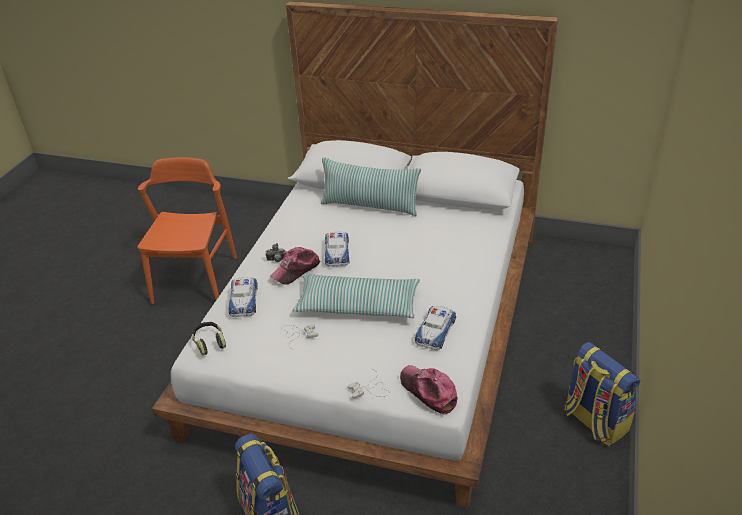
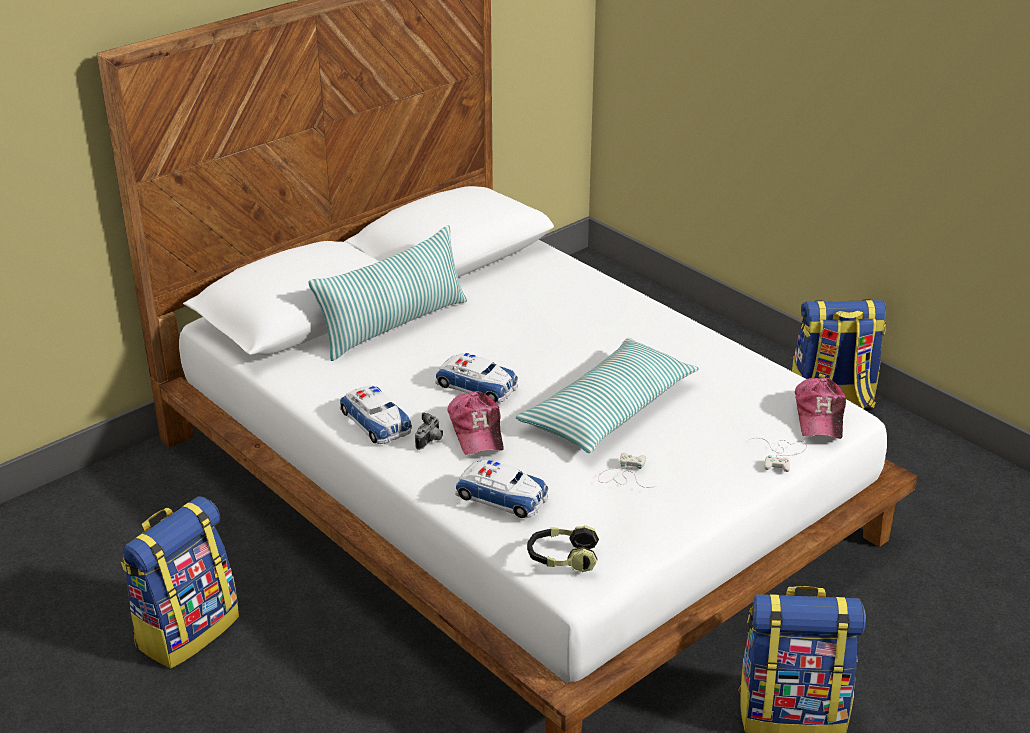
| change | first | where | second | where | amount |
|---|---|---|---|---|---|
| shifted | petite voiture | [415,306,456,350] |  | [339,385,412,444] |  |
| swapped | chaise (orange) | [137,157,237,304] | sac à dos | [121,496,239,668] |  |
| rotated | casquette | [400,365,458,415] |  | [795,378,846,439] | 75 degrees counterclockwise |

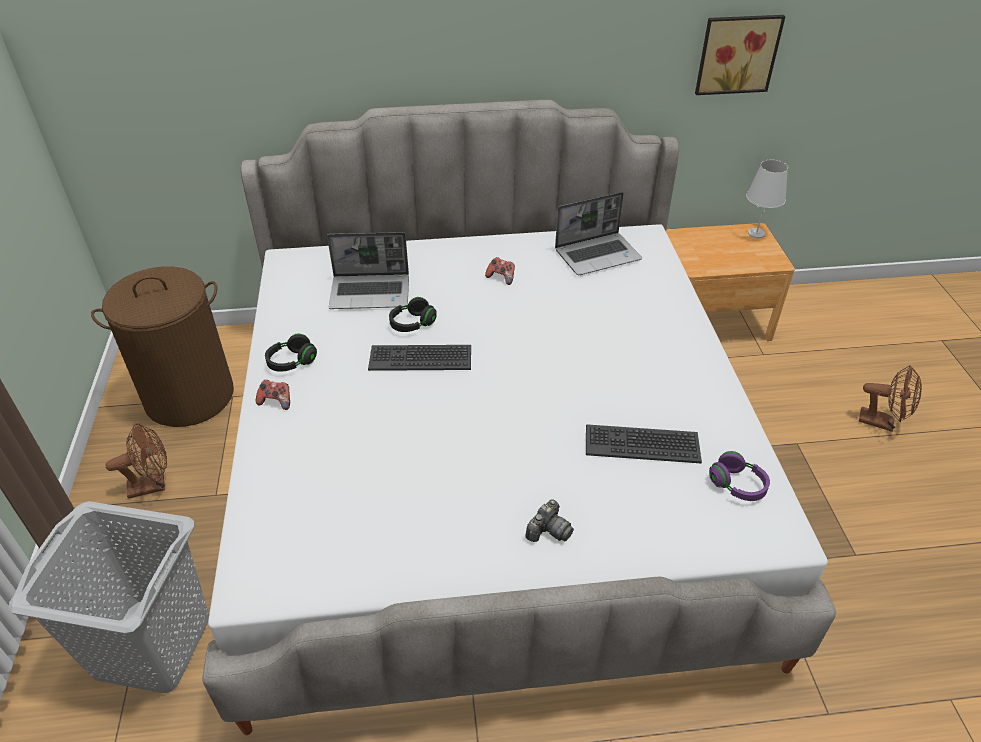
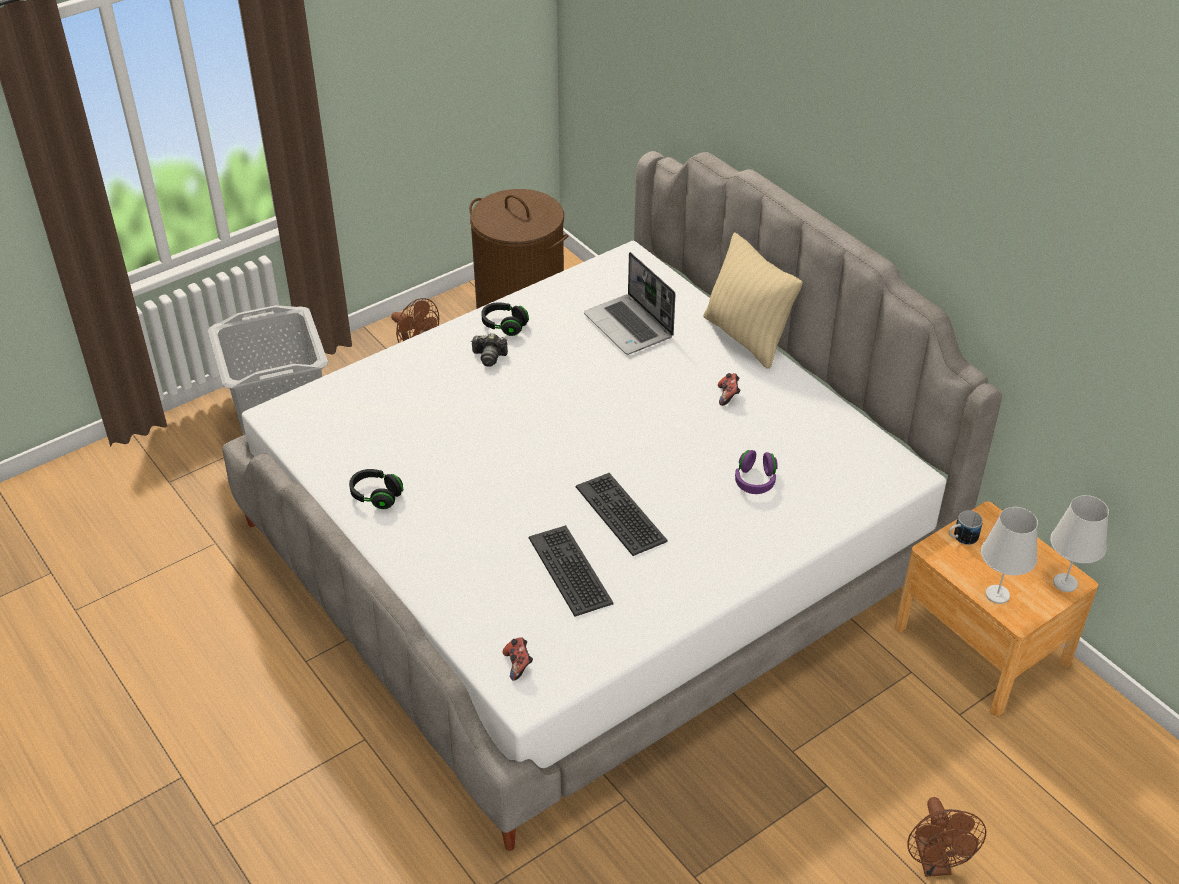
| change | first | where | second | where | amount |
|---|---|---|---|---|---|
| gone | ordinateur portable | [555,192,642,275] |  |  |  |
| gone | tableau | [695,15,785,95] |  |  |  |
| new |  |  | coussin (beige) | [703,233,803,369] |  |
| new |  |  | mug | [949,510,983,545] |  |
| new |  |  | lampe de table (blanc) | [981,507,1038,604] |  |
| shifted | manette | [256,380,290,410] |  | [503,637,533,681] |  |
| shifted | clavier | [368,345,471,371] |  | [575,473,668,556] |  |
| shifted | casque audio (noir) | [389,297,437,332] |  | [349,469,403,509] |  |
| shifted | appareil photo | [525,499,574,542] |  | [471,333,508,367] |  |
| shifted | casque audio (violet) | [709,451,770,501] |  | [735,450,778,494] |  |

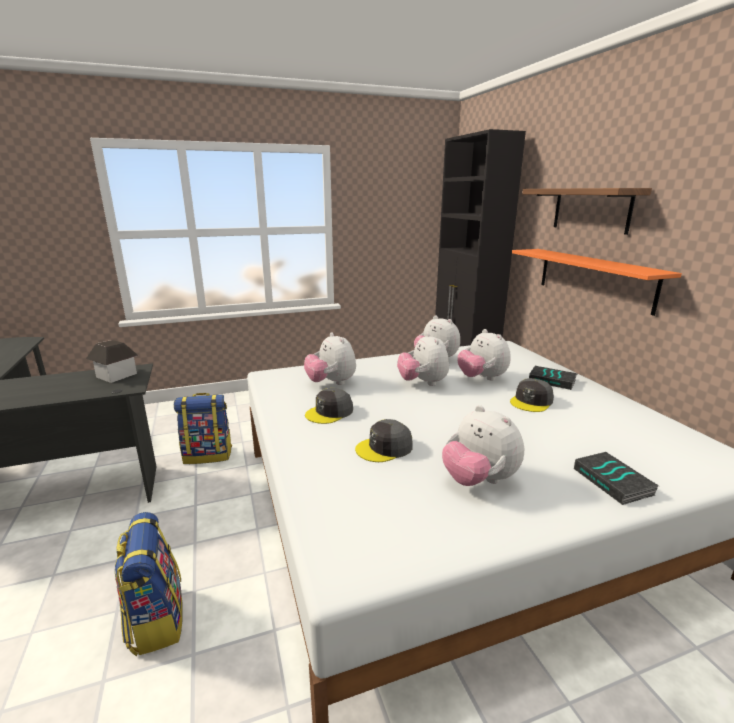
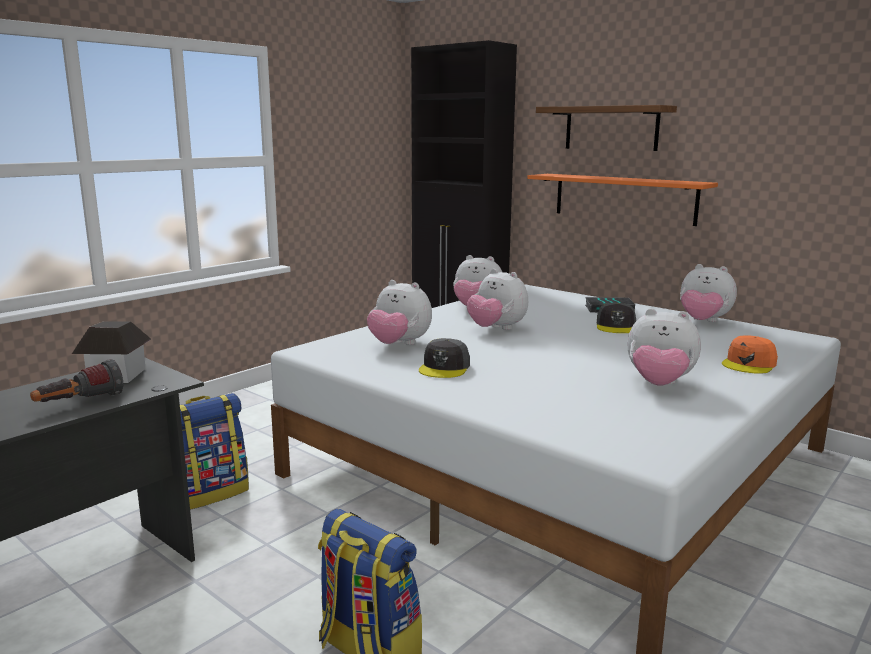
| change | first | where | second | where | amount |
|---|---|---|---|---|---|
| gone | casquette (gris) | [355,419,413,462] |  |  |  |
| new |  |  | lampe de poche | [30,359,123,402] |  |
| shifted | peluche | [457,329,511,381] |  | [680,264,737,322] |  |
| swapped | livre | [574,452,659,505] | casquette (orange) | [722,335,778,374] |  |

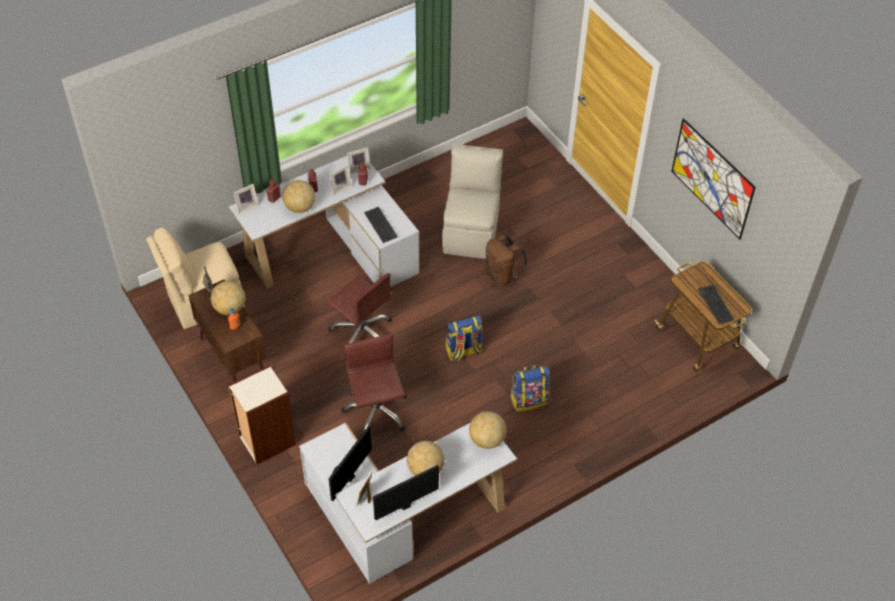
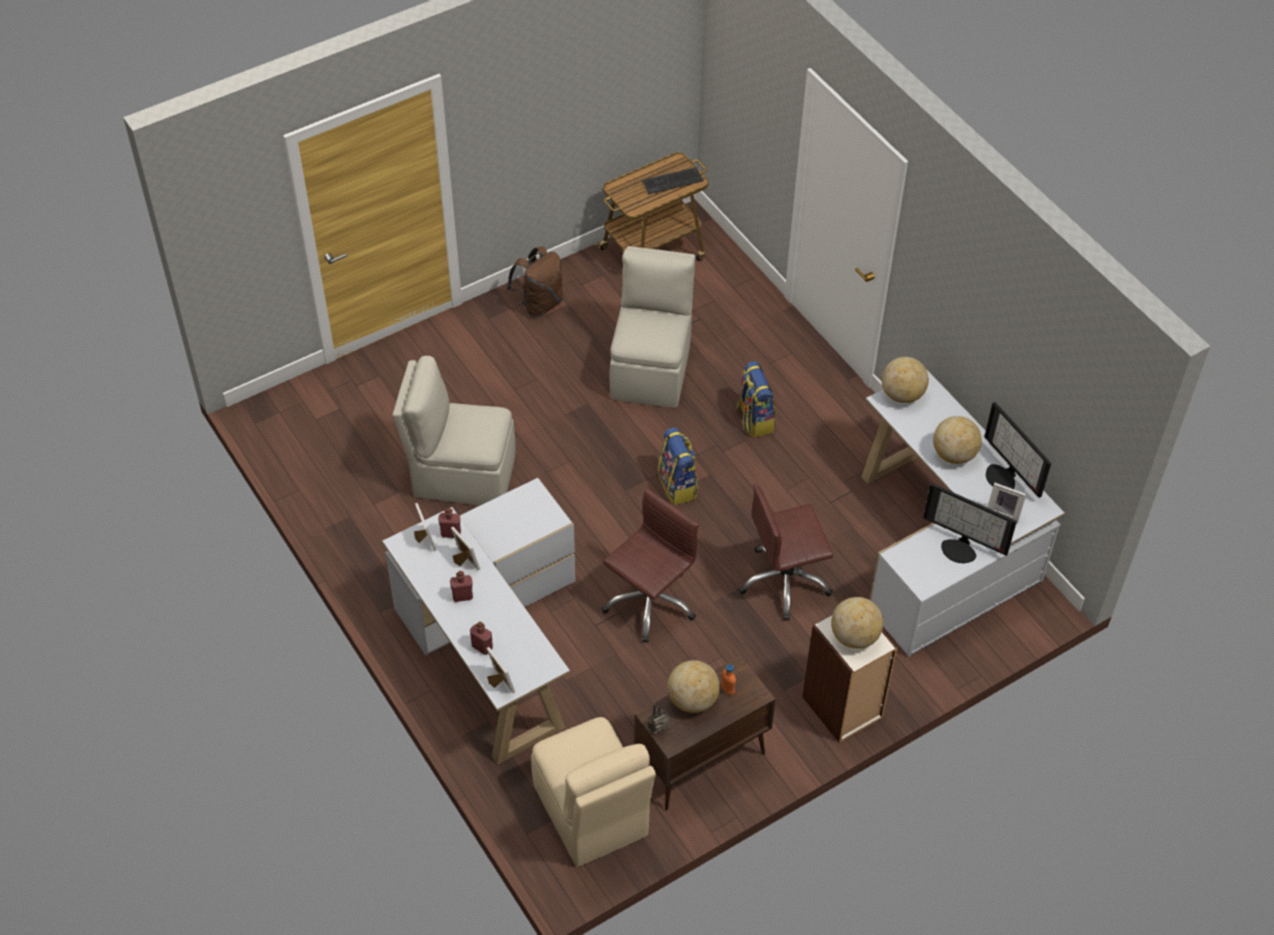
| change | first | where | second | where | amount |
|---|---|---|---|---|---|
| gone | clavier | [364,207,398,243] |  |  |  |
| gone | tableau | [671,118,756,240] |  |  |  |
| new |  |  | chaise (beige) | [610,246,695,408] |  |
| shifted | globe | [282,180,315,213] |  | [831,597,883,649] |  |
| shifted | sac à dos (marron) | [485,234,528,287] |  | [506,246,563,318] |  |

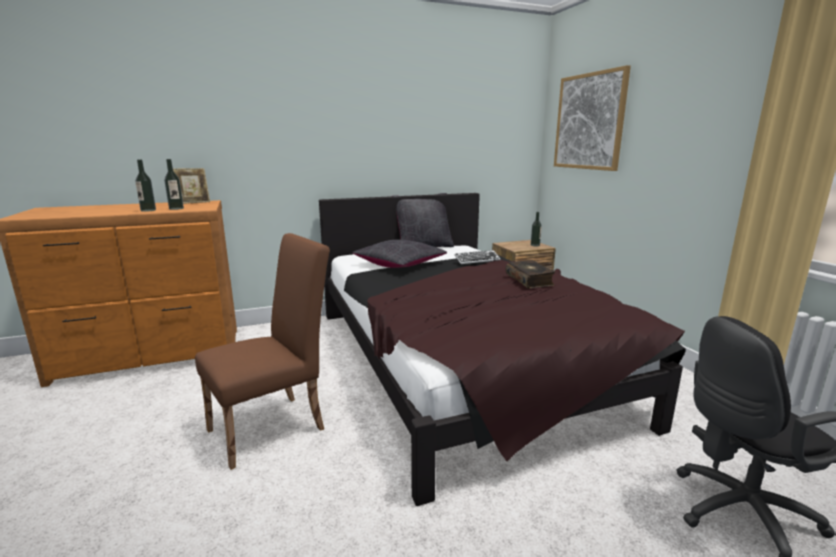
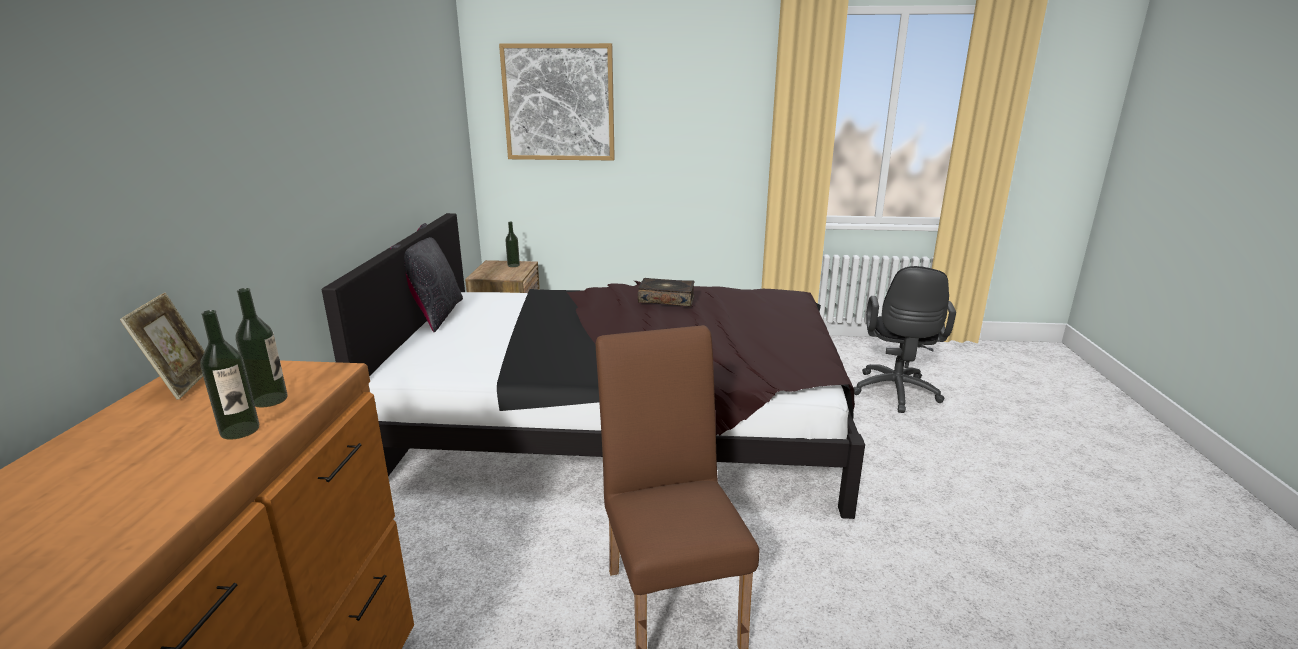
| change | first | where | second | where | amount |
|---|---|---|---|---|---|
| gone | coussin (noir) | [352,240,447,268] |  |  |  |
| gone | clavier | [454,250,501,264] |  |  |  |

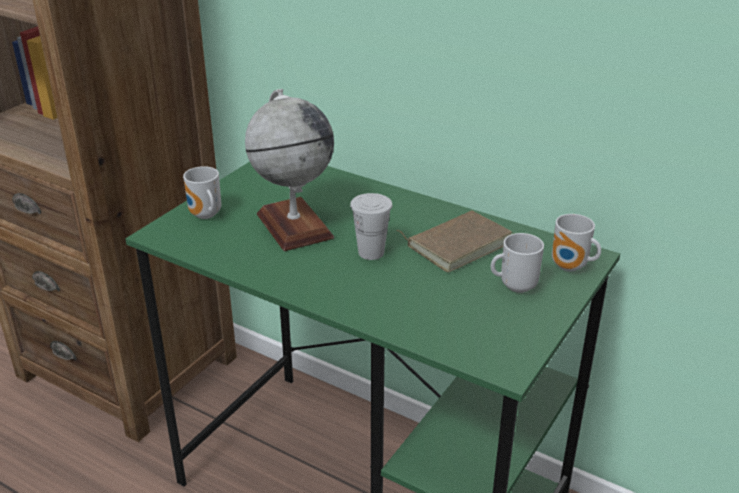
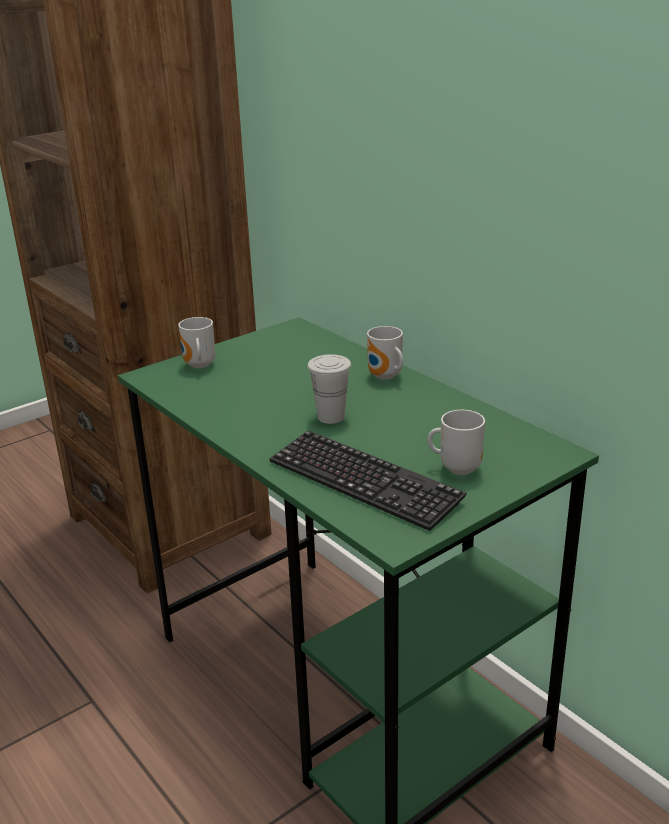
| change | first | where | second | where | amount |
|---|---|---|---|---|---|
| gone | globe | [245,89,334,251] |  |  |  |
| gone | livre (marron) | [396,210,512,272] |  |  |  |
| new |  |  | clavier | [269,430,467,531] |  |
| shifted | mug | [552,214,601,271] |  | [367,326,403,380] |  |

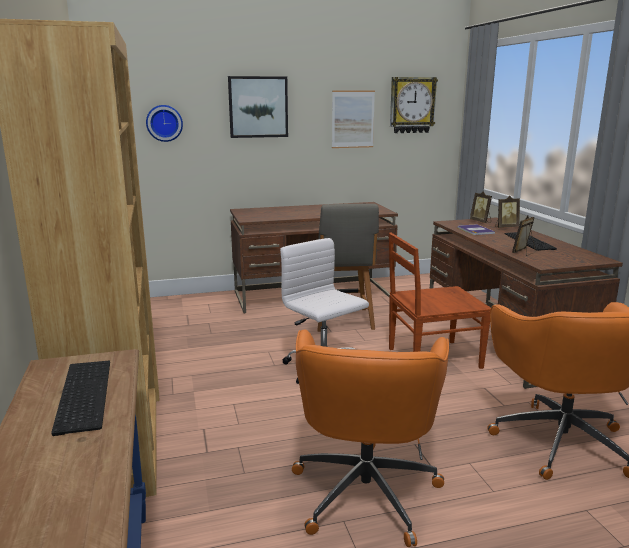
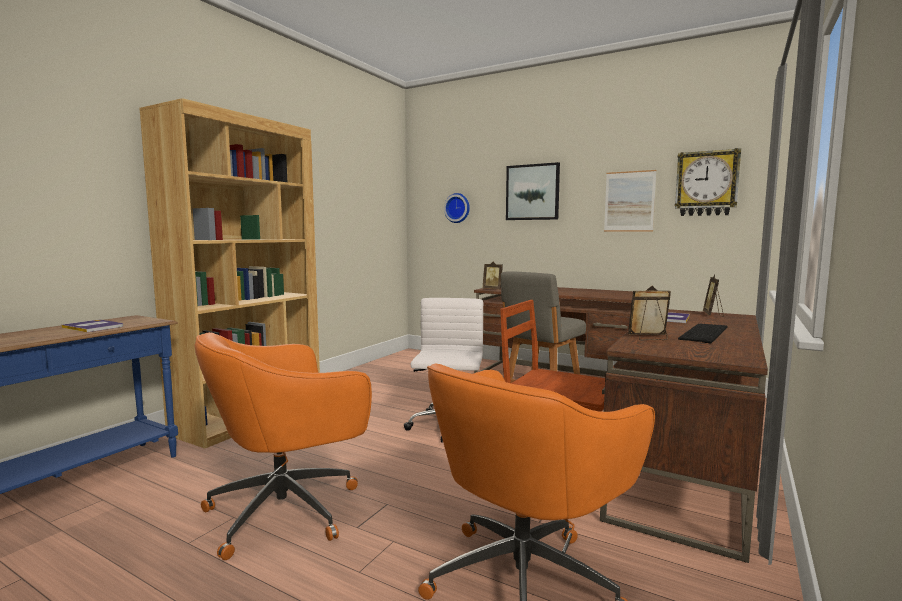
| change | first | where | second | where | amount |
|---|---|---|---|---|---|
| shifted | cadre photo | [495,196,520,228] |  | [483,261,503,289] |  |
| swapped | clavier | [51,361,110,436] | livre | [62,320,123,332] |  |

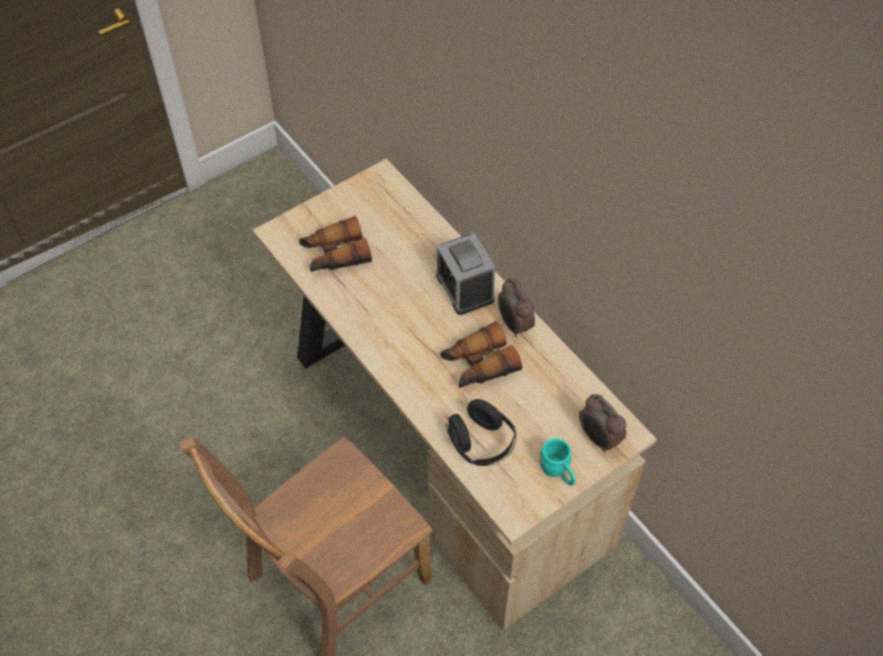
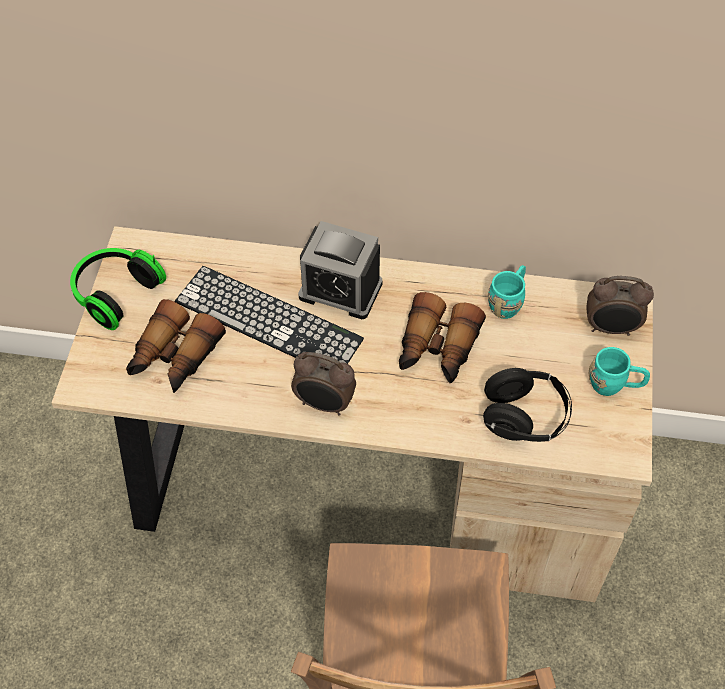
| change | first | where | second | where | amount |
|---|---|---|---|---|---|
| new |  |  | casque audio | [70,248,166,330] |  |
| new |  |  | clavier | [175,266,364,364] |  |
| new |  |  | mug (turquoise) | [488,265,526,319] |  |
| shifted | réveil | [498,278,535,337] |  | [291,352,356,415] |  |

